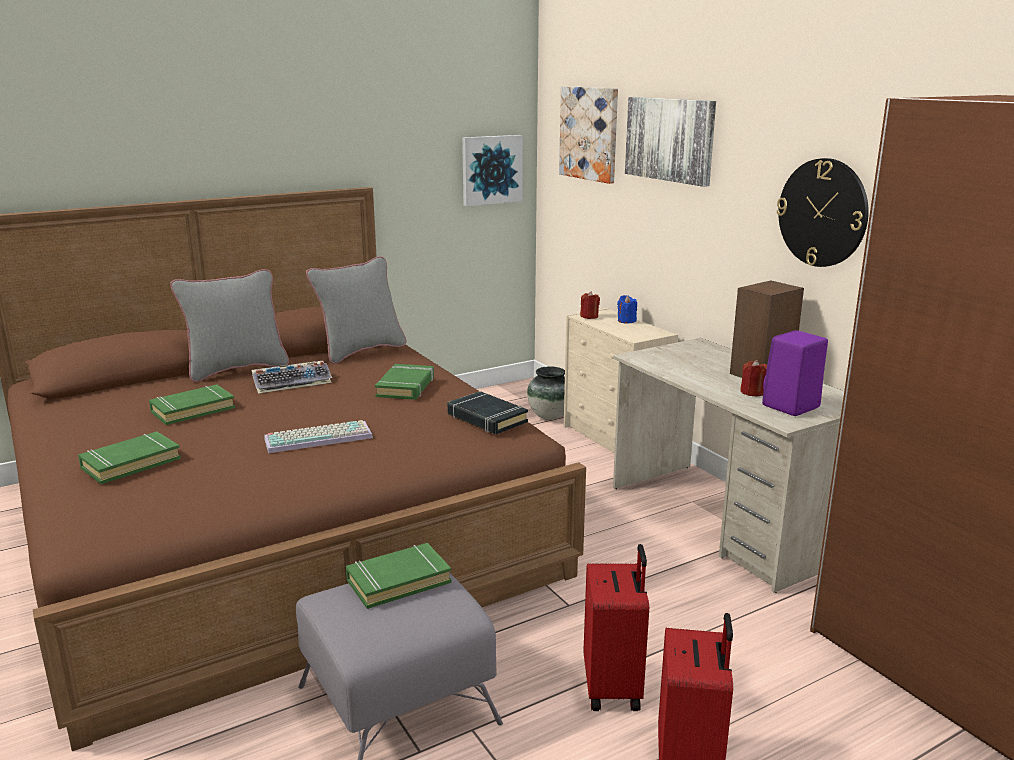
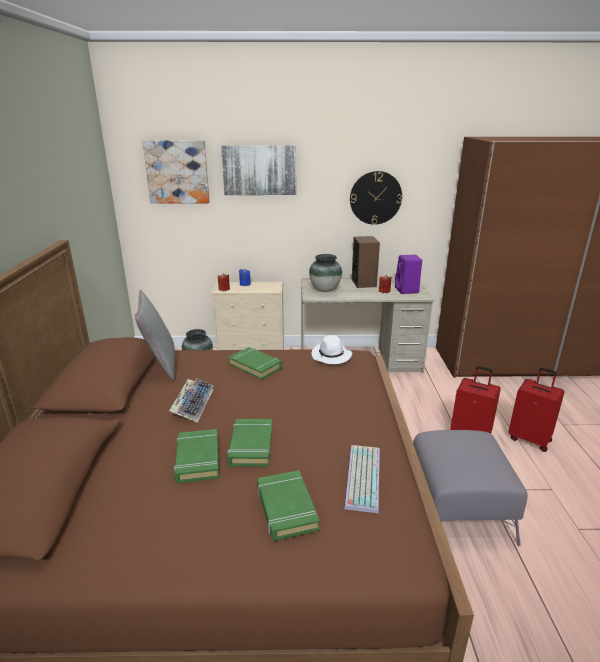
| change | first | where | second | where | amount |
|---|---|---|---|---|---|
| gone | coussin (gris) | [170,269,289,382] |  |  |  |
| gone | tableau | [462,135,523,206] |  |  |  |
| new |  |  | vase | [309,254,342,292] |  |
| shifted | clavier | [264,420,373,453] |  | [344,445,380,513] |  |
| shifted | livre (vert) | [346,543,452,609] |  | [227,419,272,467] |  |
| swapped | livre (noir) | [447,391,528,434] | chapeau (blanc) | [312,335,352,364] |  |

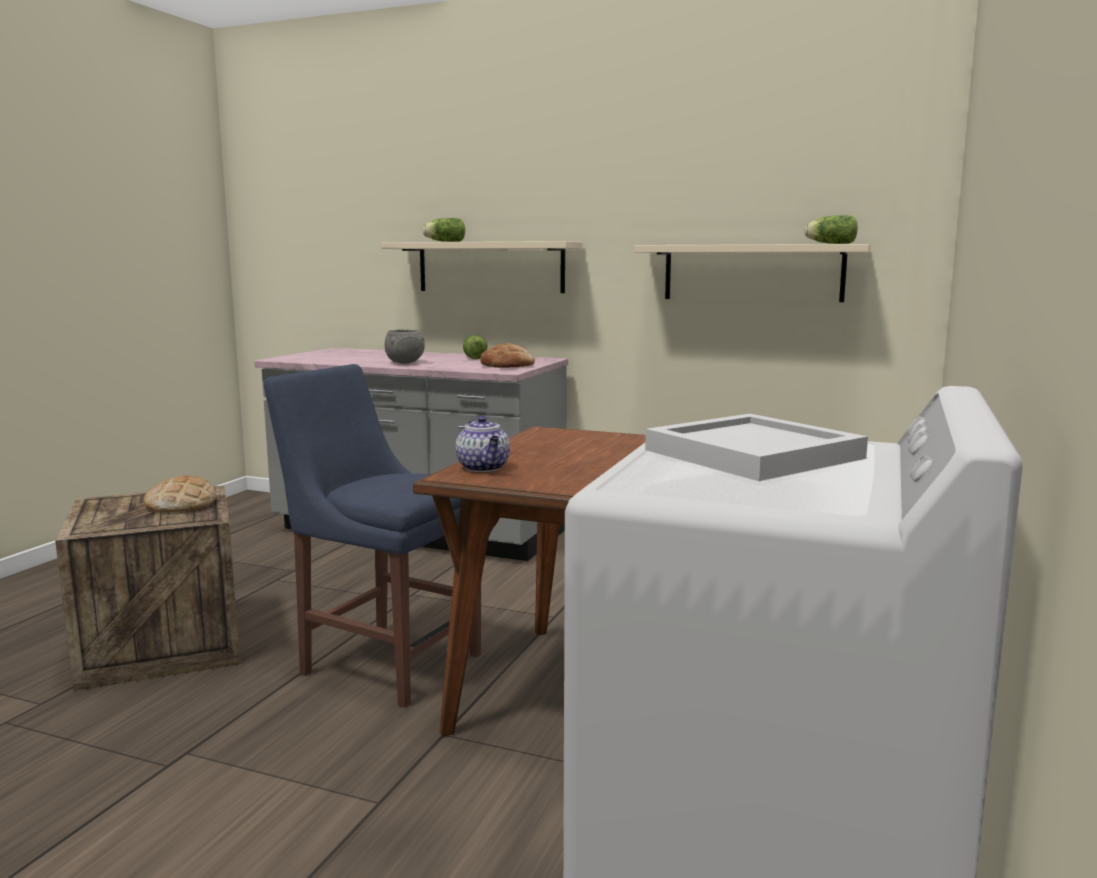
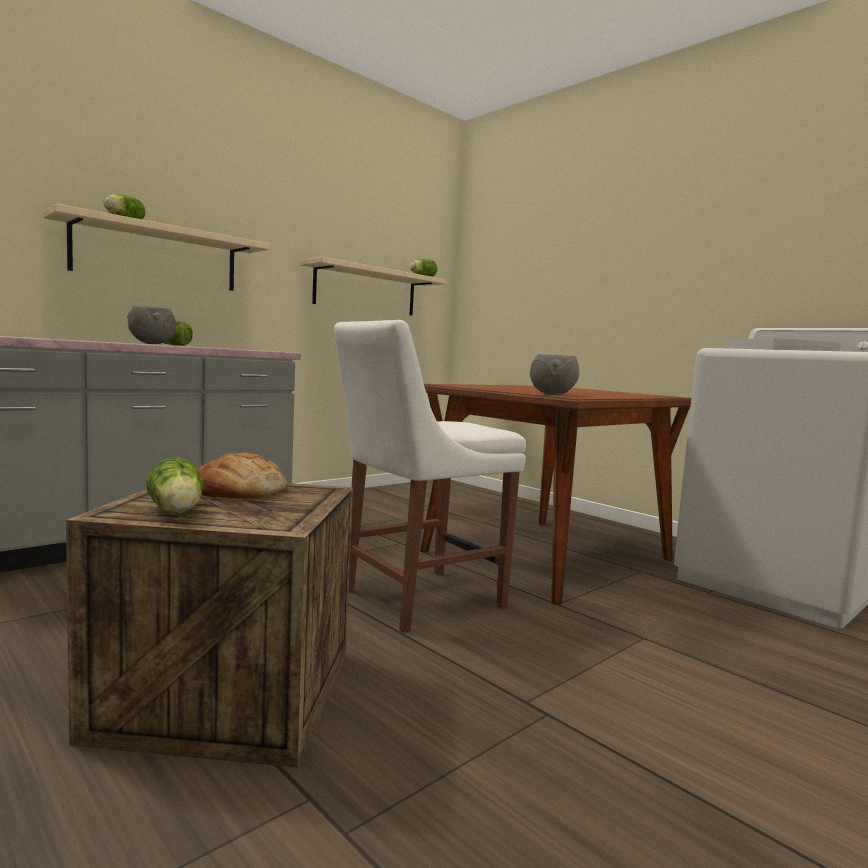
| change | first | where | second | where | amount |
|---|---|---|---|---|---|
| gone | pain | [480,343,535,368] |  |  |  |
| new |  |  | laitue | [146,457,203,514] |  |
| swapped | théière | [456,416,510,472] | bol (gris) | [530,354,579,395] |  |
| repainted | chaise (bleu) | [264,364,481,708] | chaise (blanc) | [334,320,526,633] |  |

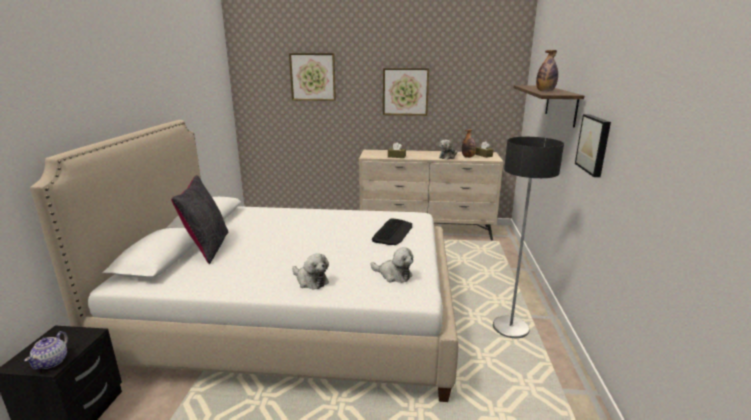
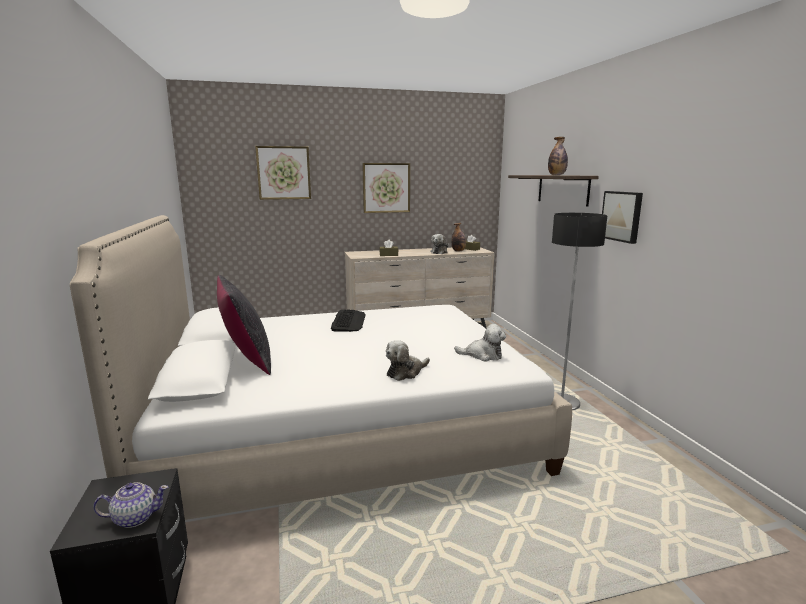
| change | first | where | second | where | amount |
|---|---|---|---|---|---|
| shifted | clavier | [372,219,412,245] |  | [331,309,366,332] |  |
| rotated | théière | [24,331,68,370] |  | [93,482,168,528] | 90 degrees counterclockwise |
| rotated | peluche | [292,253,329,290] |  | [386,340,430,381] | 120 degrees clockwise |

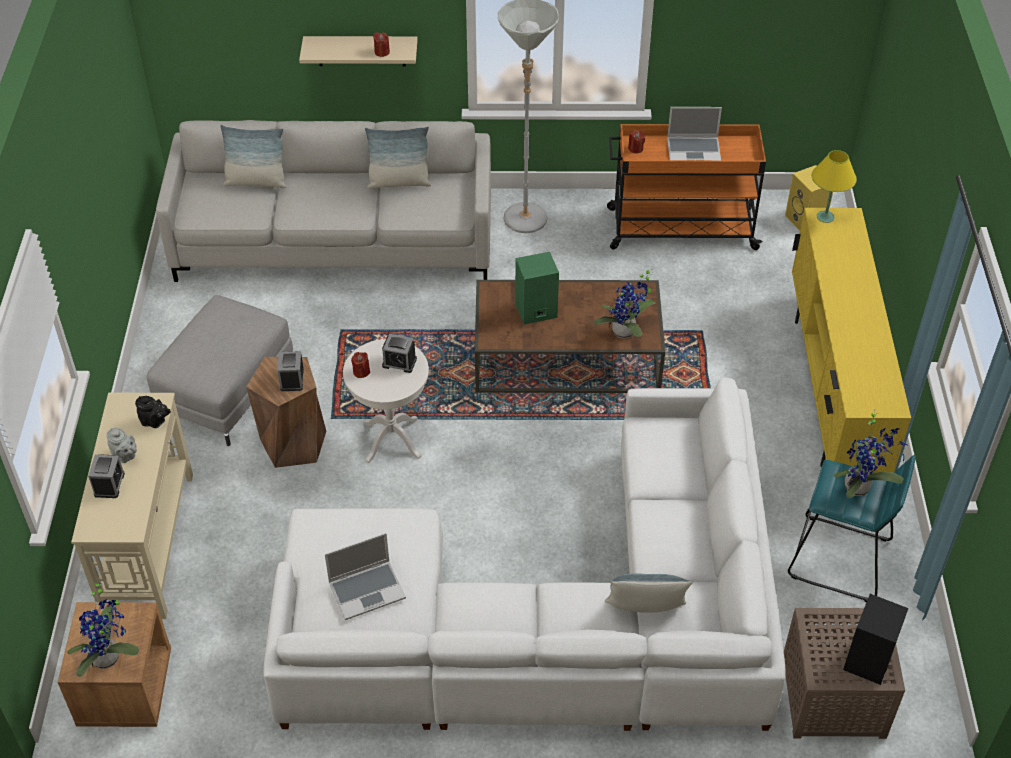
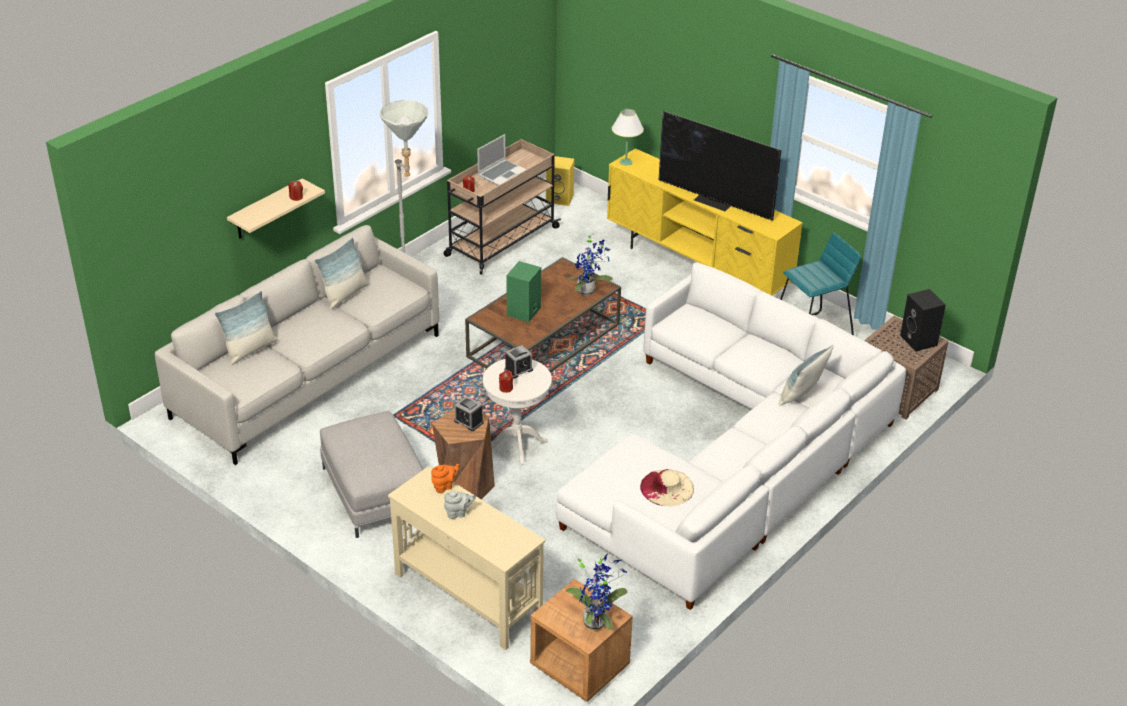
| change | first | where | second | where | amount |
|---|---|---|---|---|---|
| gone | réveil | [88,454,125,498] |  |  |  |
| gone | plante en pot | [834,409,907,498] |  |  |  |
| new |  |  | téléviseur | [659,111,781,221] |  |
| swapped | ordinateur portable | [325,533,406,620] | chapeau (beige) | [640,469,694,506] |  |
| repainted | théière (noir) | [135,396,171,428] | théière (orange) | [431,464,460,493] |  |
| repainted | chariot (orange) | [607,124,766,250] | chariot (beige) | [444,139,561,275] |  |
| repainted | lampe de table (jaune) | [812,150,857,223] | lampe de table (blanc) | [612,109,644,165] |  |

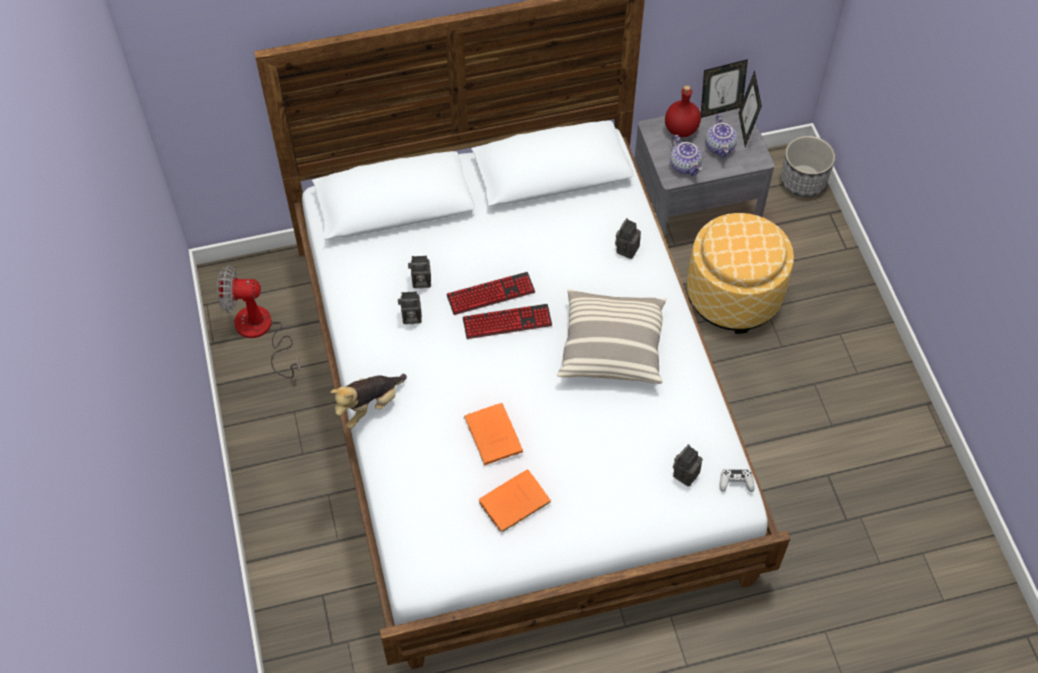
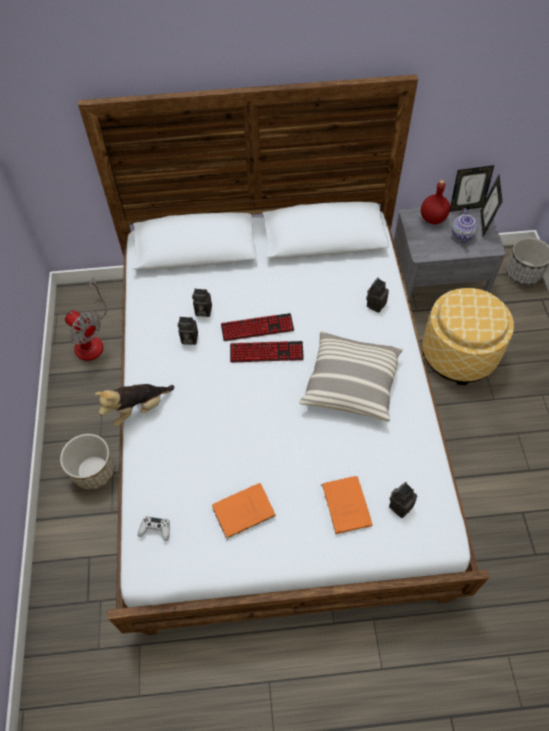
| change | first | where | second | where | amount |
|---|---|---|---|---|---|
| gone | théière | [670,135,702,176] |  |  |  |
| new |  |  | cache-pot | [60,434,114,490] |  |
| shifted | livre (orange) | [464,403,523,466] |  | [321,476,373,534] |  |
| shifted | manette (blanc) | [720,469,755,492] |  | [138,516,170,541] |  |
| rotated | ventilateur | [217,266,300,378] |  | [65,277,107,361] | 150 degrees counterclockwise |

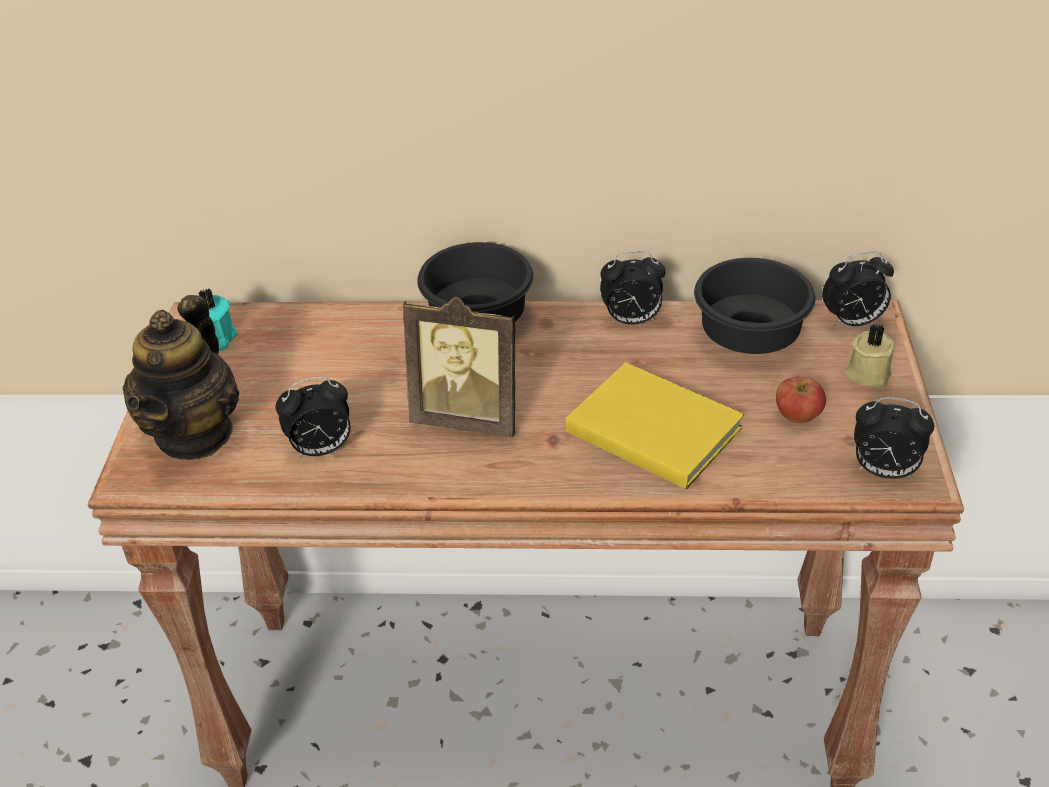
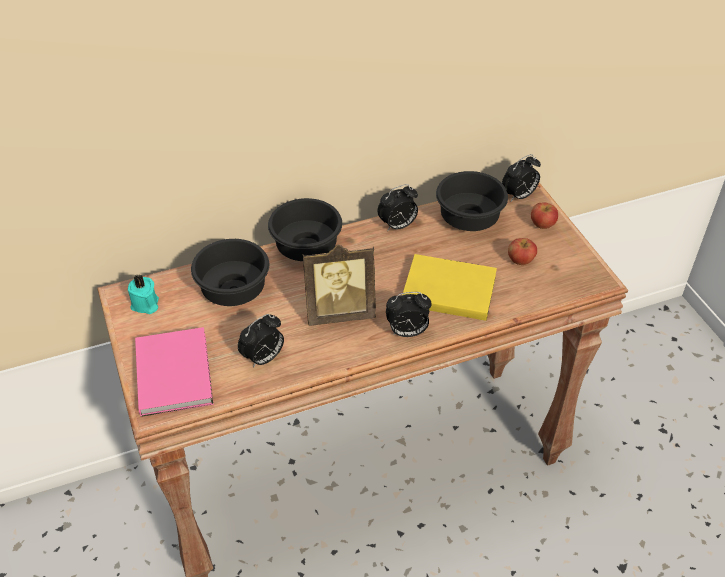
| change | first | where | second | where | amount |
|---|---|---|---|---|---|
| new |  |  | bol (noir) | [191,239,269,306] |  |
| shifted | réveil | [854,397,934,479] |  | [386,292,432,337] |  |
| swapped | théière | [123,295,239,460] | livre (rose) | [135,327,214,417] |  |
| swapped | bougie (beige) | [845,324,895,387] | pomme | [531,203,558,229] |  |

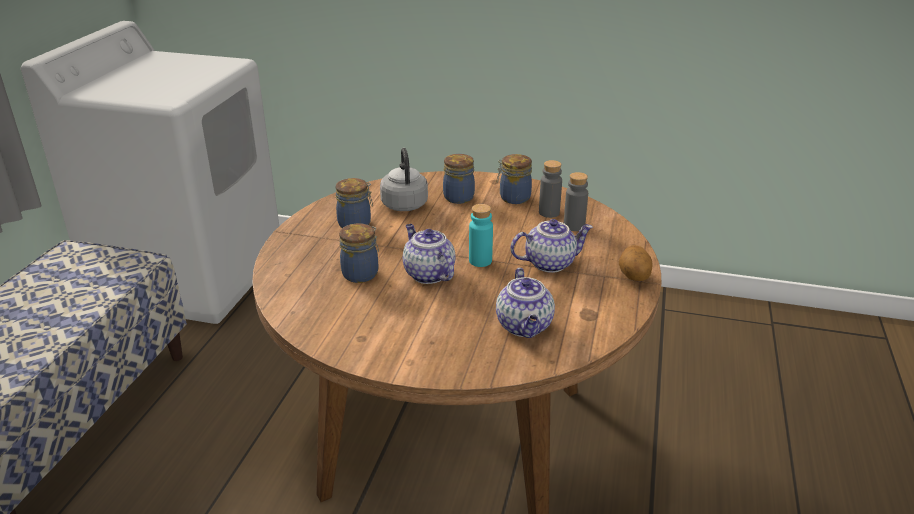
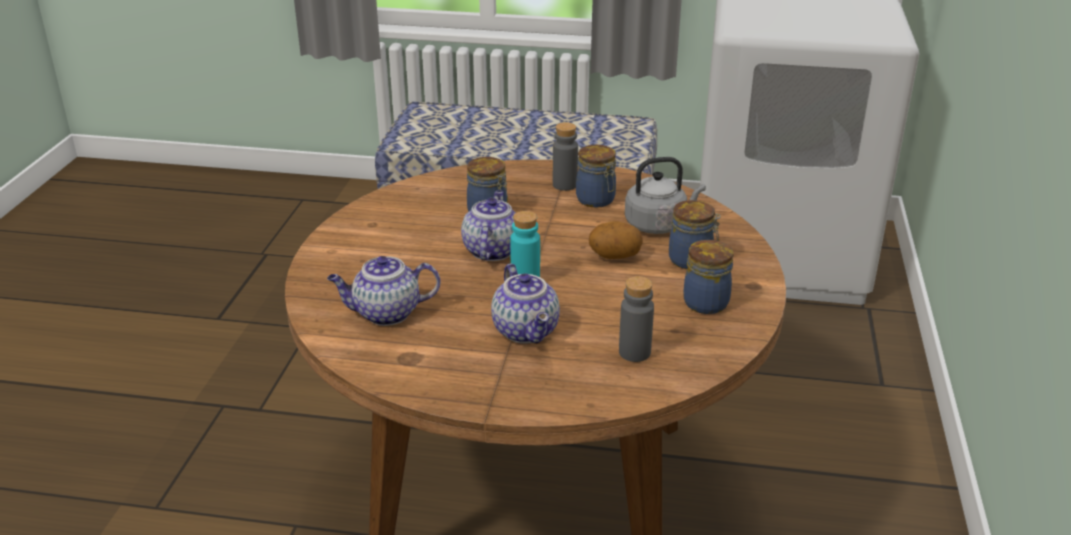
| change | first | where | second | where | amount |
|---|---|---|---|---|---|
| shifted | bouteille (gris) | [539,160,562,218] |  | [553,122,578,191] |  |
| shifted | pomme de terre | [619,245,653,281] |  | [589,221,643,259] |  |
| rotated | théière | [403,224,455,284] |  | [461,190,516,261] | 45 degrees counterclockwise |

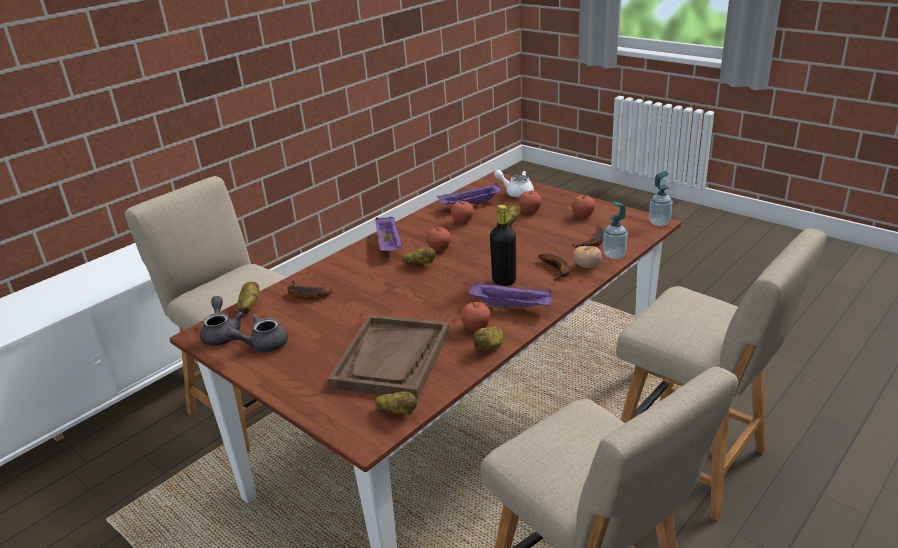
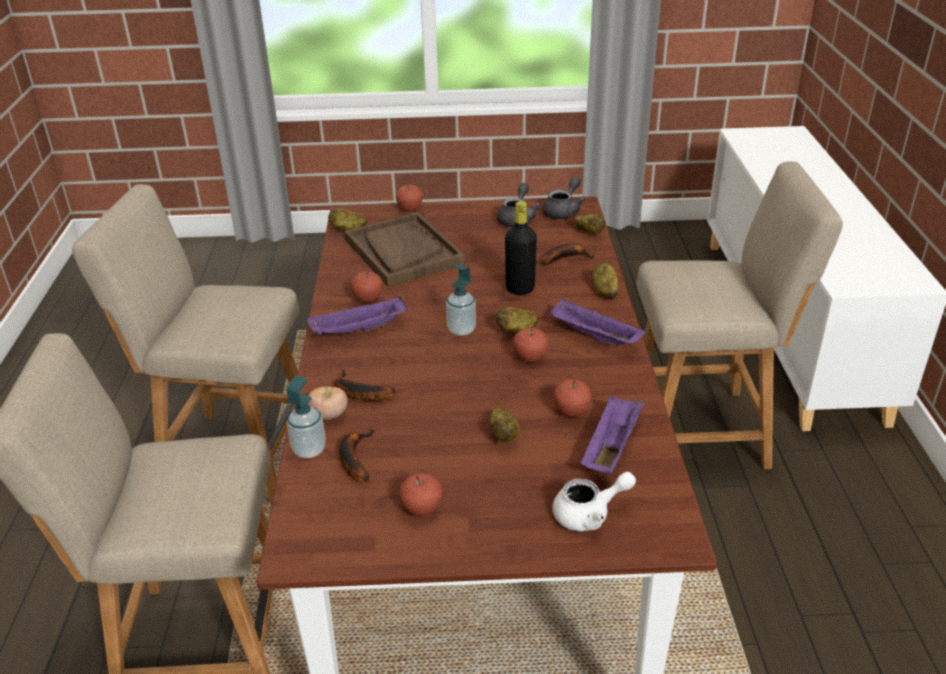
| change | first | where | second | where | amount |
|---|---|---|---|---|---|
| shifted | pomme de terre | [472,327,503,351] |  | [593,262,619,299] |  |
| shifted | bouteille (noir) | [490,205,516,286] |  | [505,201,537,295] |  |
| shifted | pomme | [519,190,542,214] |  | [396,185,423,212] |  |
| shifted | distributeur de savon | [649,171,672,226] |  | [446,264,476,336] |  |
| rotated | théière (gris) | [200,296,244,346] |  | [542,177,585,219] | 90 degrees counterclockwise |

